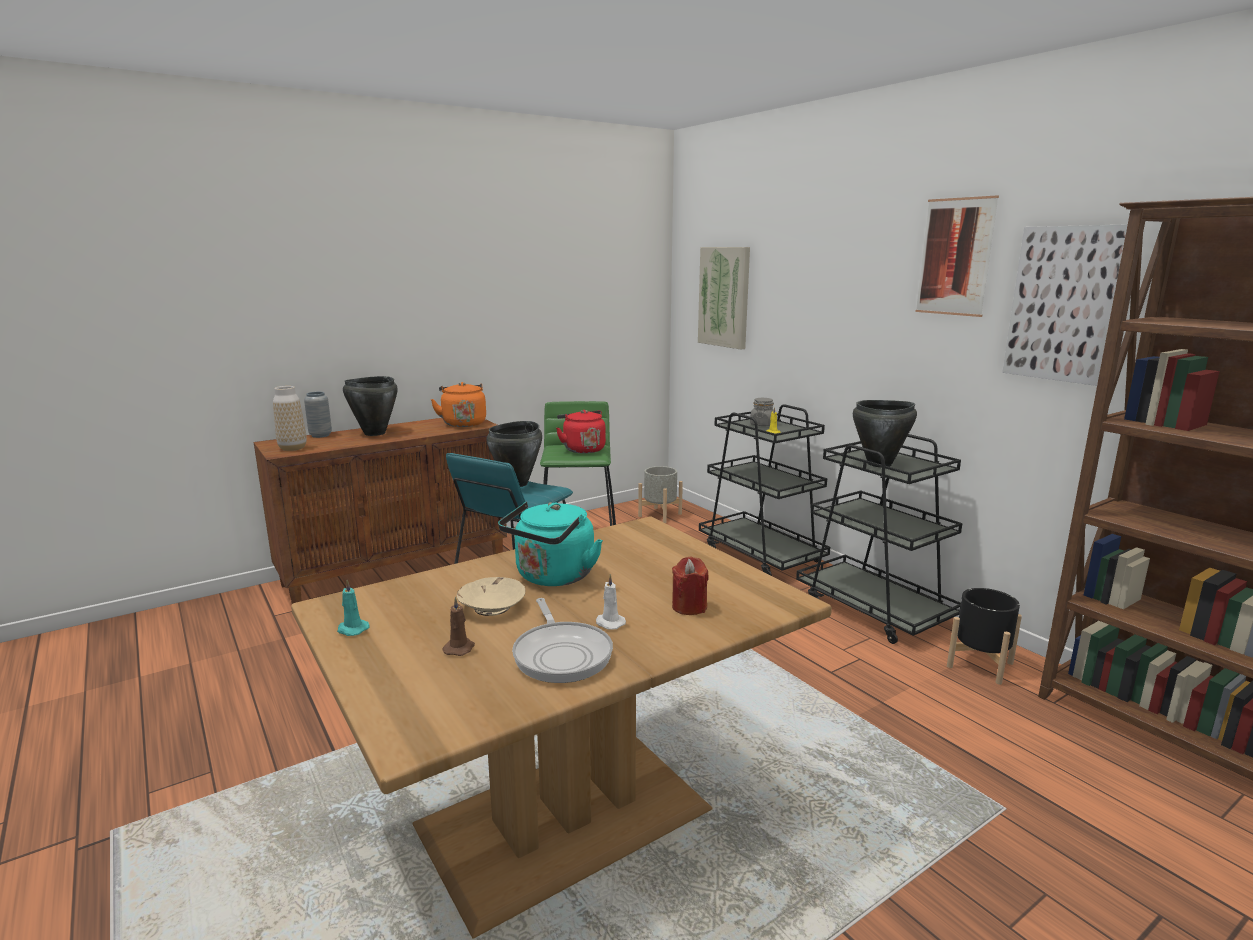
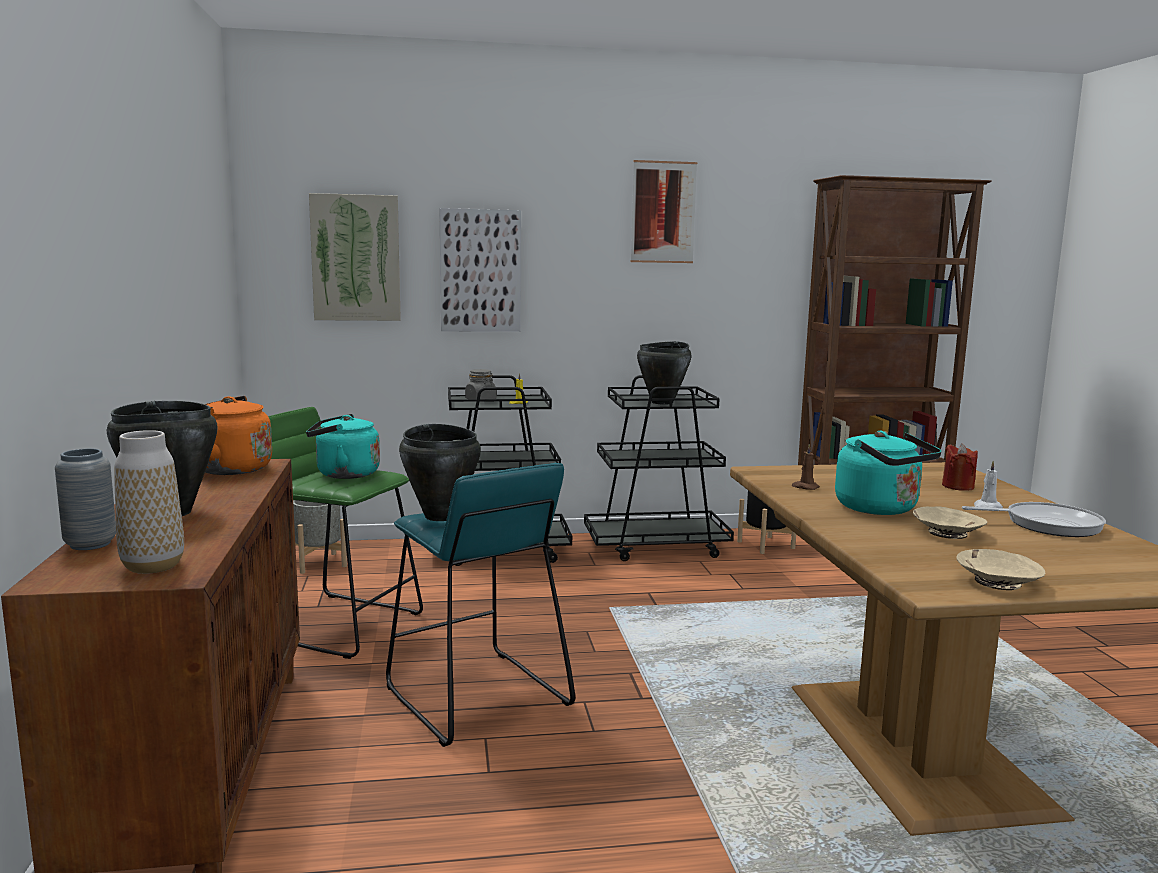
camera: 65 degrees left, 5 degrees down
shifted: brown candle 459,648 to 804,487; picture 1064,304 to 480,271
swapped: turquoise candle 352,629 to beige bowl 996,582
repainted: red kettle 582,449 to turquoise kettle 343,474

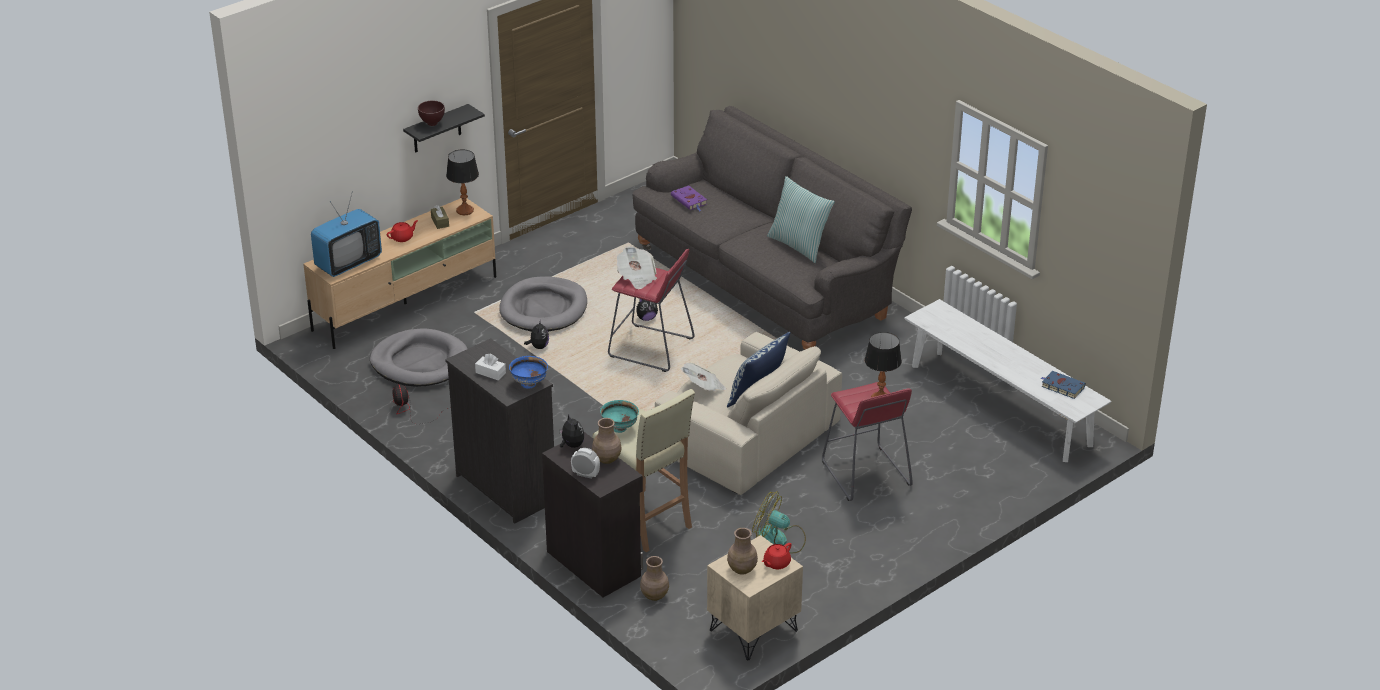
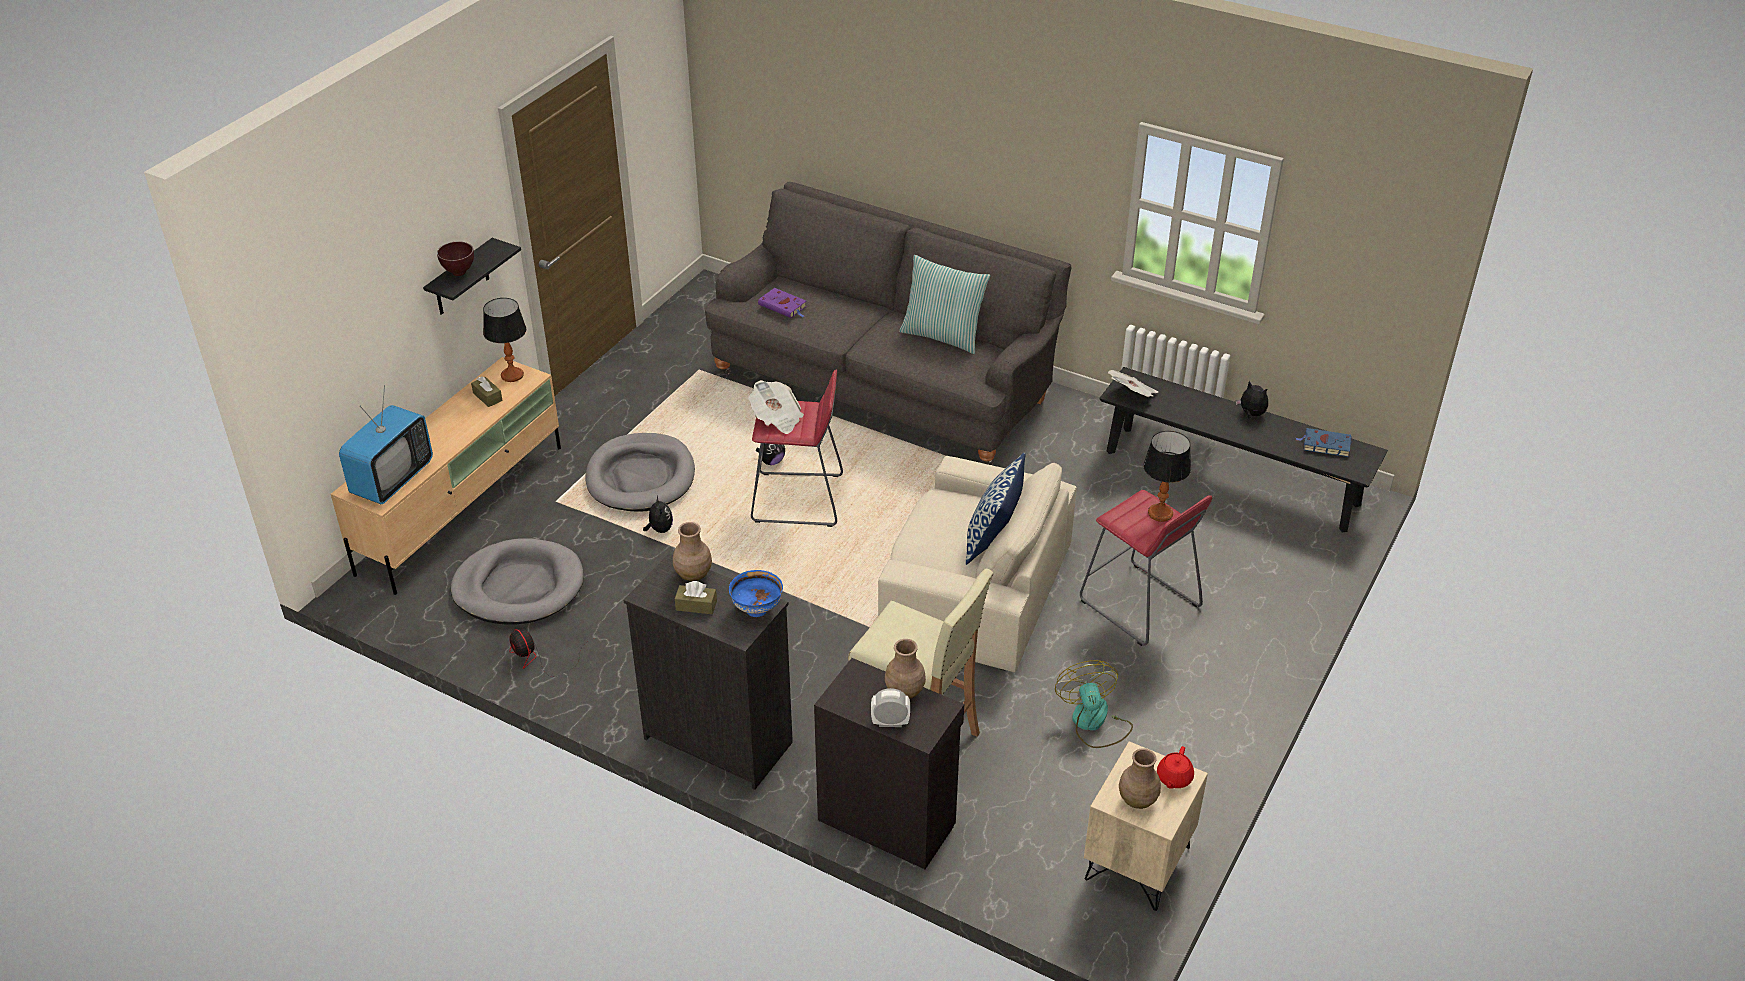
camera: 20 degrees left, 5 degrees up
gone: red teapot 402,238; turquoise bowl 619,428
shifted: plush toy 571,445 to 1251,414; brown vase 654,595 to 692,574; newspaper 704,387 to 1132,395
repainted: white tissue box 490,373 to brown tissue box 696,605; white bench 1000,405 to black bench 1231,478
rotated: fan 779,540 = 1093,722 75 degrees clockwise

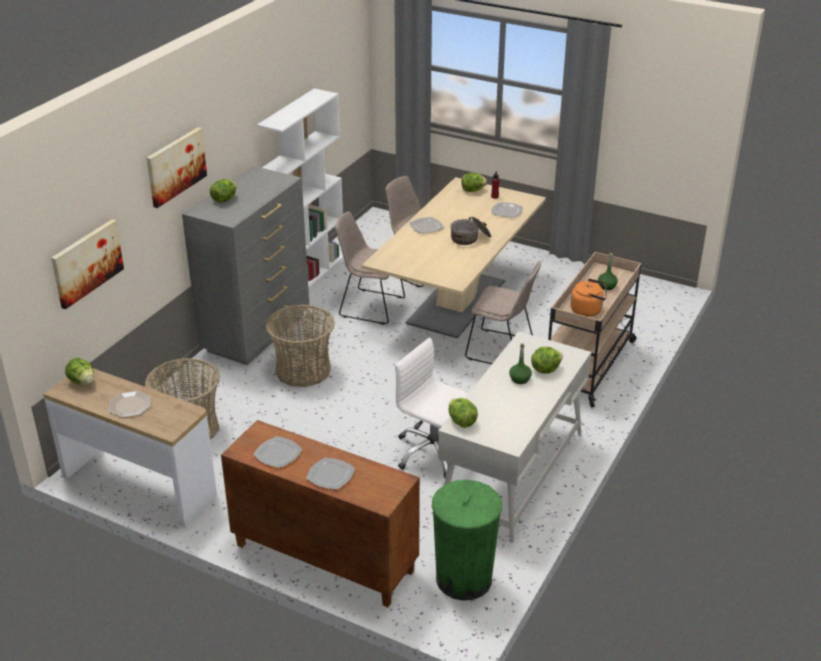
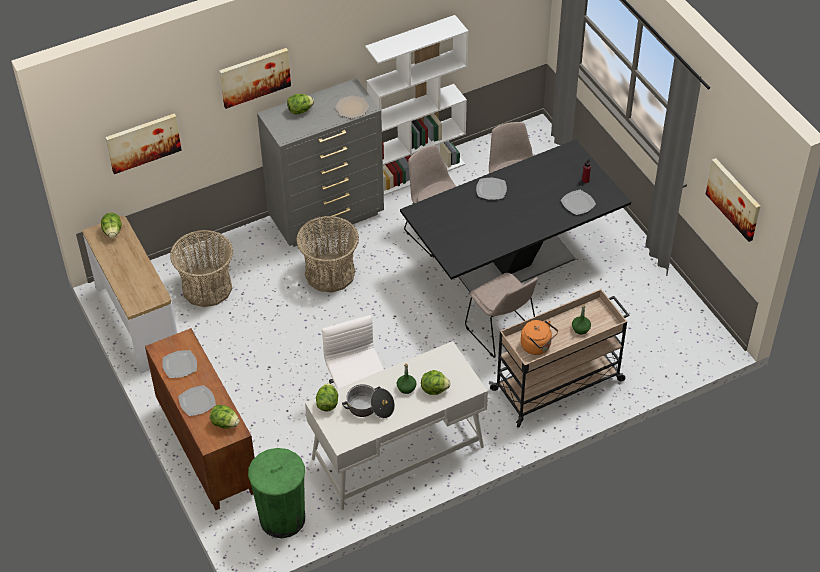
camera: 35 degrees right, 15 degrees up
new: picture 734,199
shifted: plate 130,405 to 352,108; cooking pot 470,238 to 369,408; lettuce 472,190 to 225,423
repainted: beige dining table 456,303 to black dining table 512,263

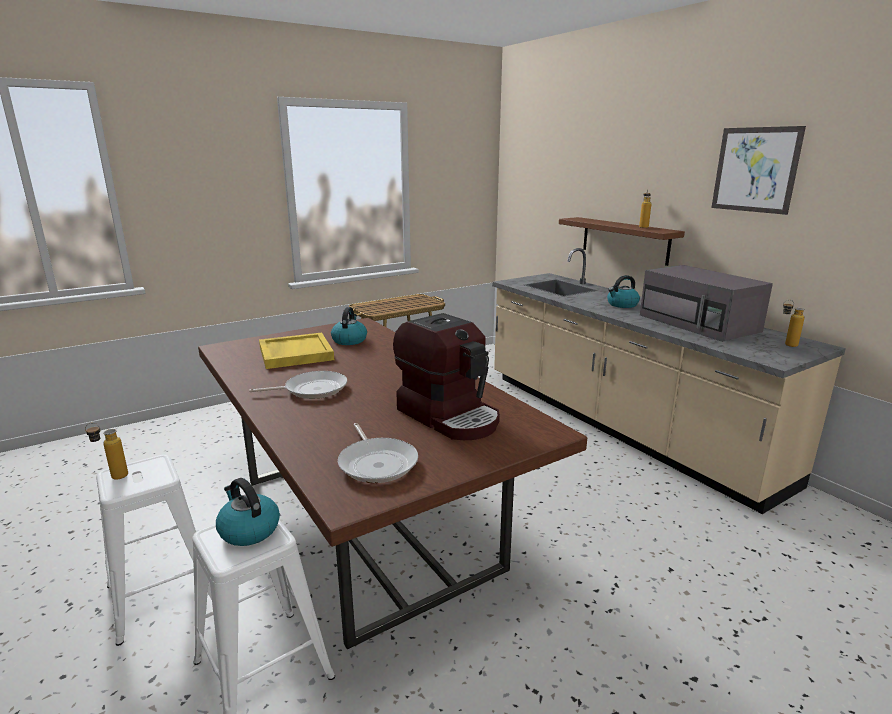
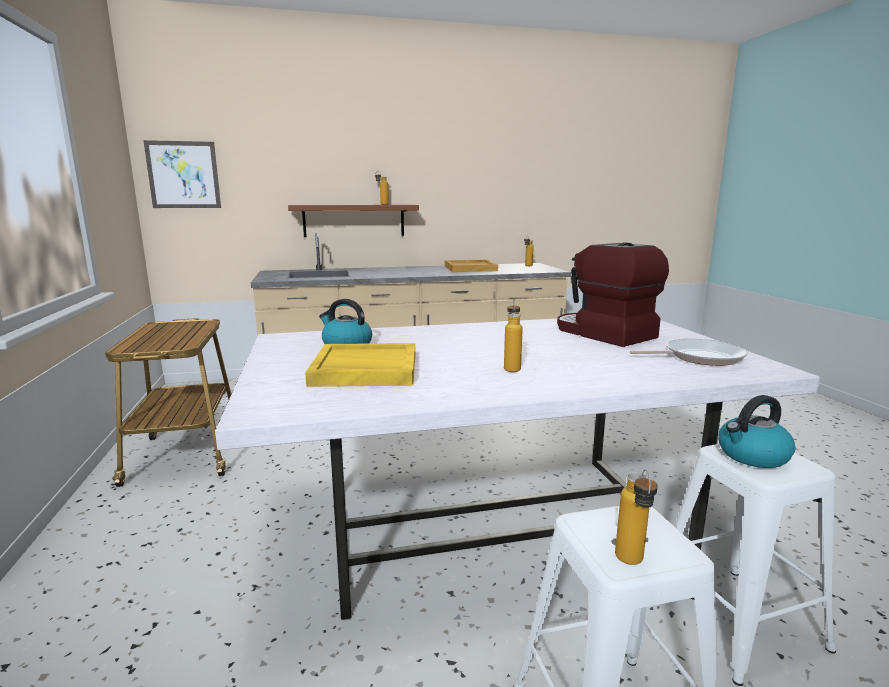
camera: 70 degrees left, 5 degrees down
gone: kettle 622,305
shifted: picture 755,170 to 183,175
swapped: frying pan 312,389 to bottle 512,367; grey microwave 699,324 to beige tray 470,268
repainted: brown dining table 364,519 to white dining table 494,524
rotated: coffee machine 450,416 = 603,333 105 degrees counterclockwise

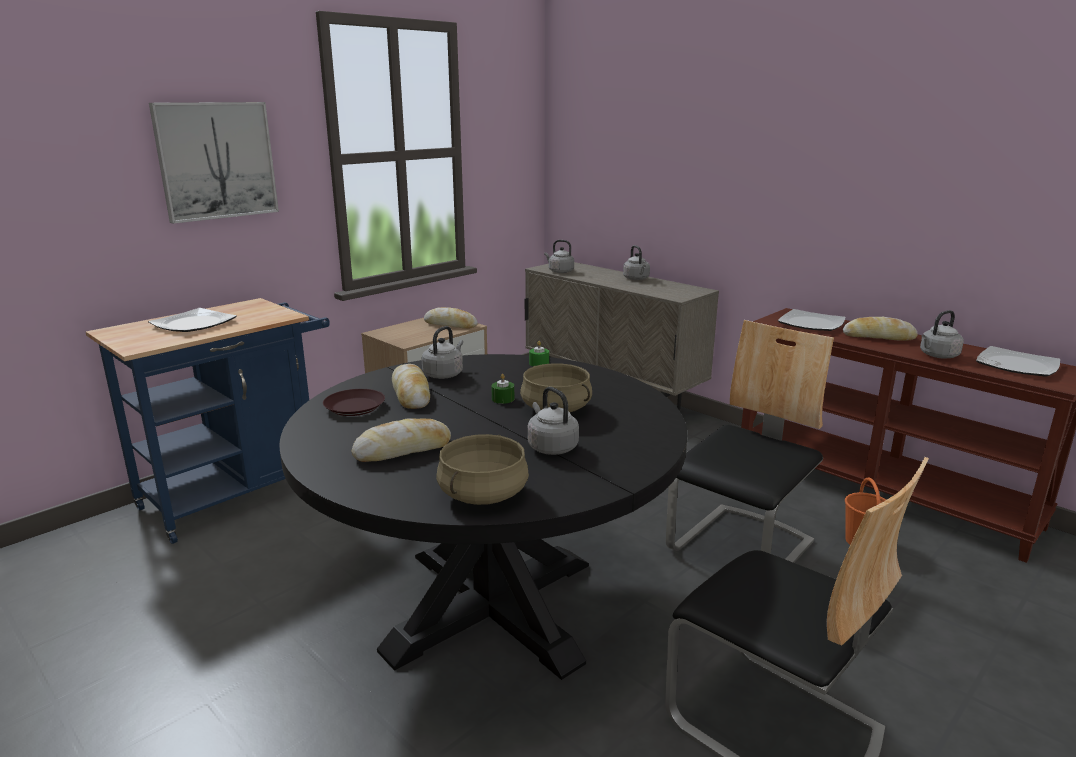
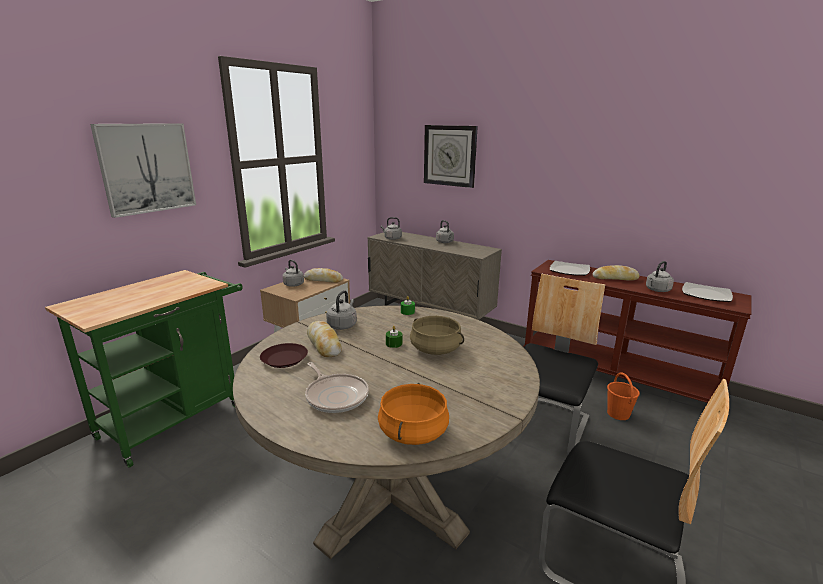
camera: 10 degrees left, 0 degrees up
gone: plate 193,324
new: wall clock 450,155
shifted: grey kettle 551,447 to 293,284
swapped: bread 403,450 to frying pan 336,396
repainted: blue cart 241,492 to green cart 178,417; black dining table 491,605 to beige dining table 389,492; beige cooking pot 482,494 to orange cooking pot 412,432

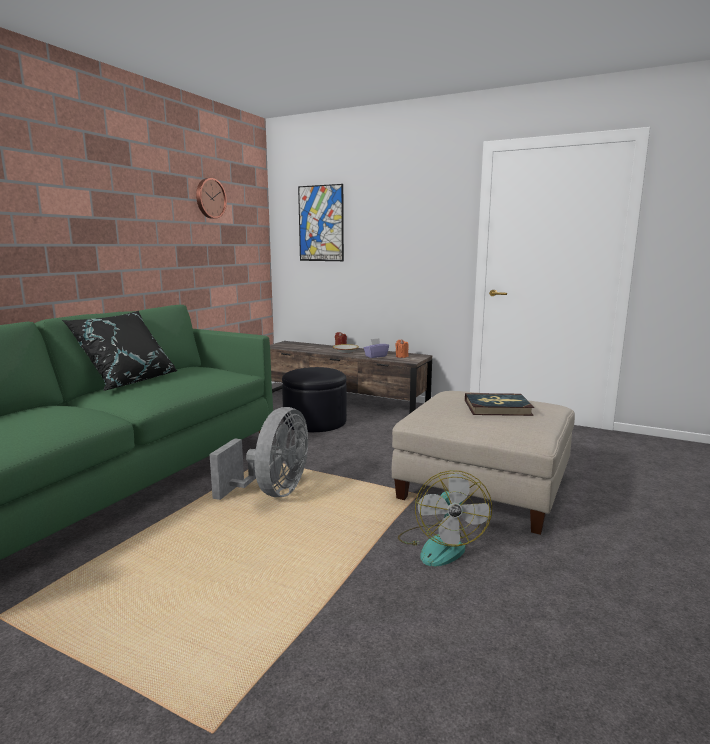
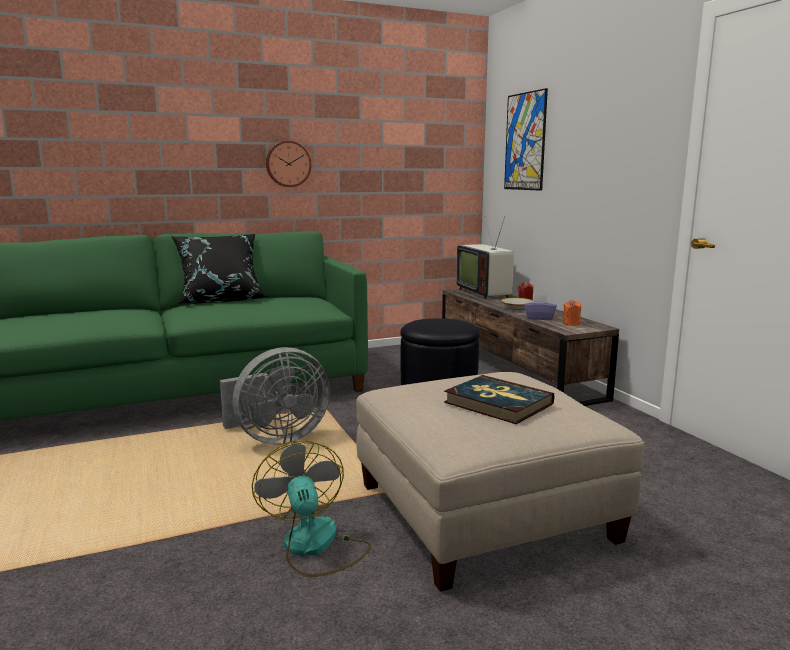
camera: 40 degrees right, 0 degrees up
new: television 485,293
shifted: wall clock 210,198 to 288,164
rotated: fan 440,545 = 315,547 120 degrees clockwise

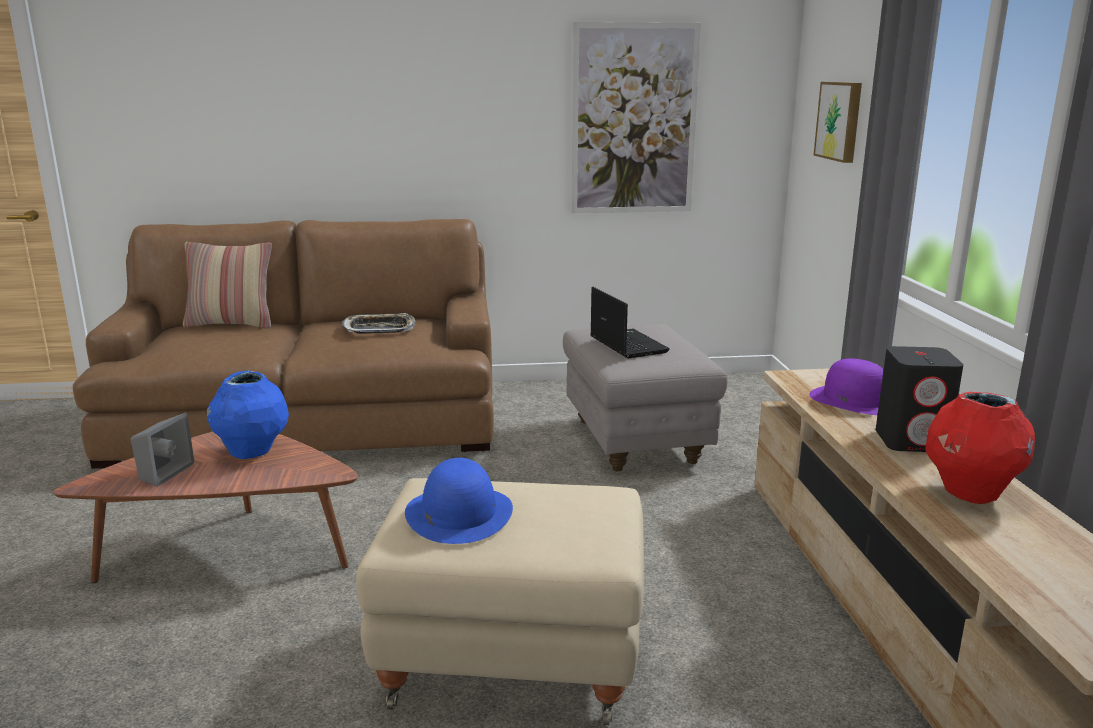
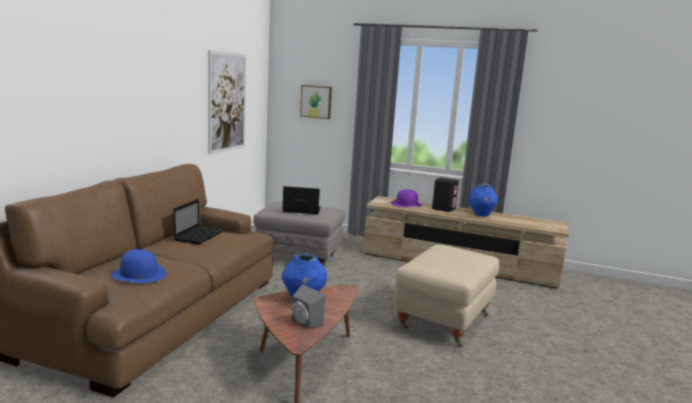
camera: 65 degrees left, 5 degrees down
gone: pillow 231,324
shifted: blue hat 459,513 to 139,274
swapped: tray 379,329 to laptop 199,236
repainted: red vase 969,493 to blue vase 481,215

